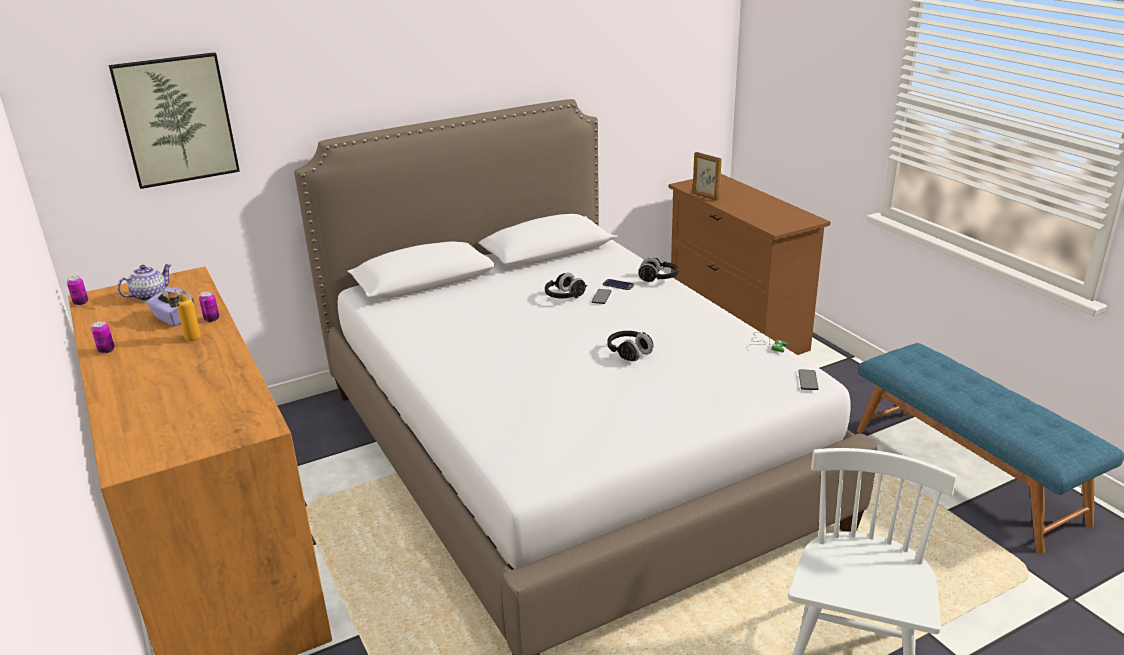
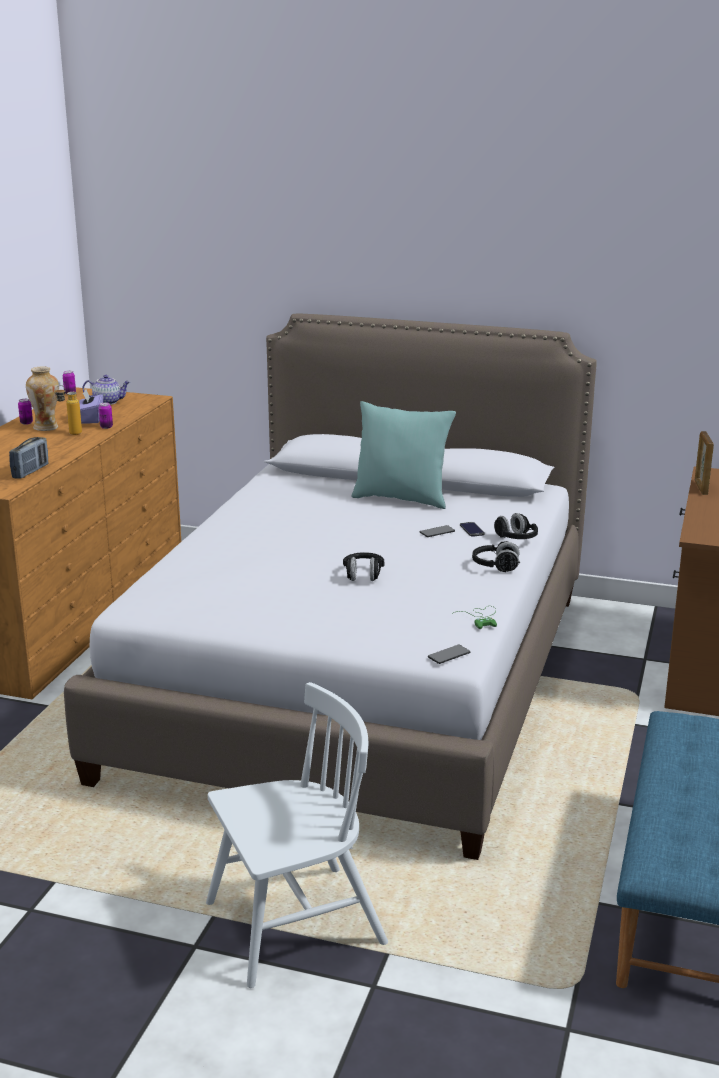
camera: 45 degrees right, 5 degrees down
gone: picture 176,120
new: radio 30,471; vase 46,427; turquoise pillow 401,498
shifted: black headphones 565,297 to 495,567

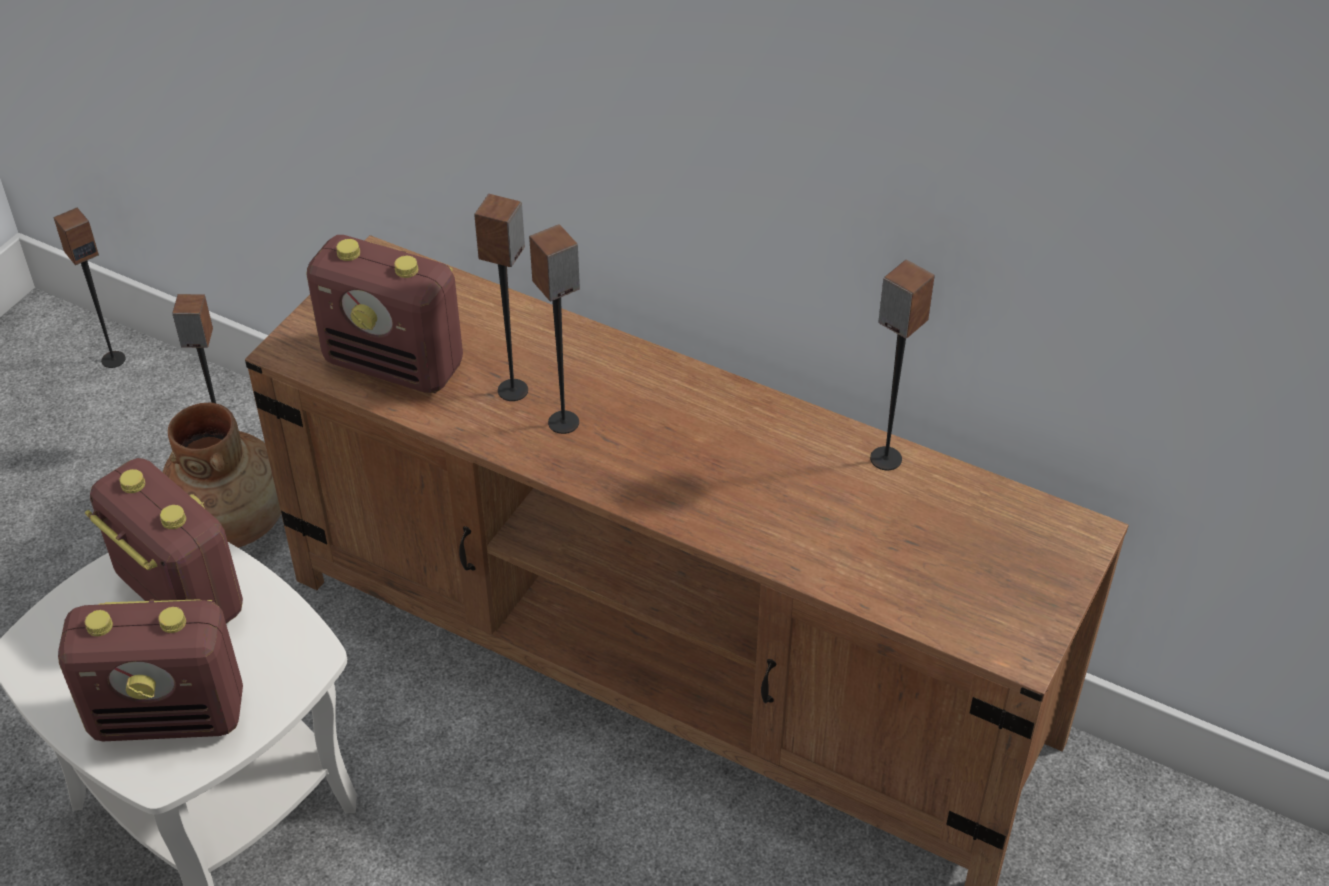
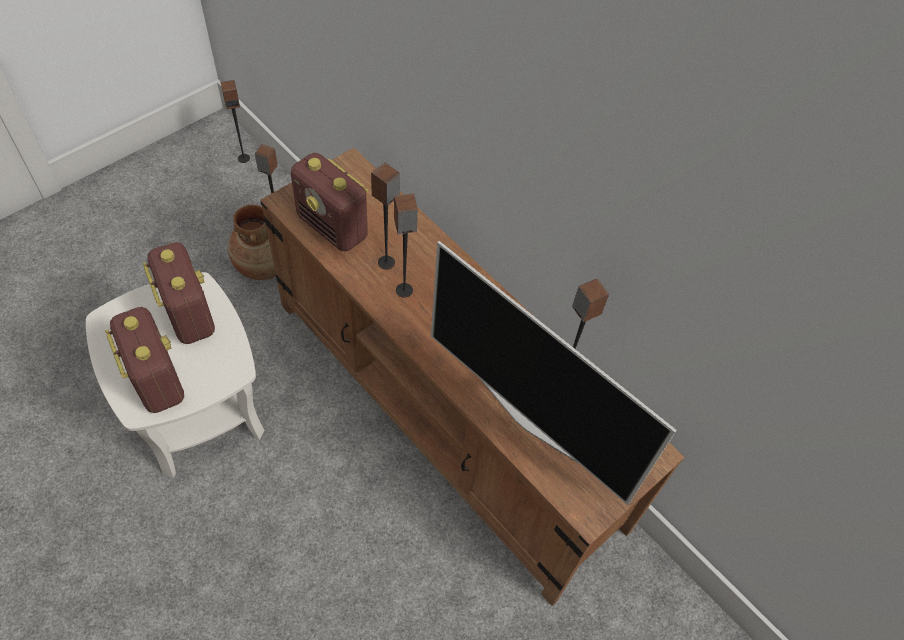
camera: 15 degrees right, 10 degrees up
new: television 529,418
rotated: radio 170,715 = 156,379 135 degrees counterclockwise

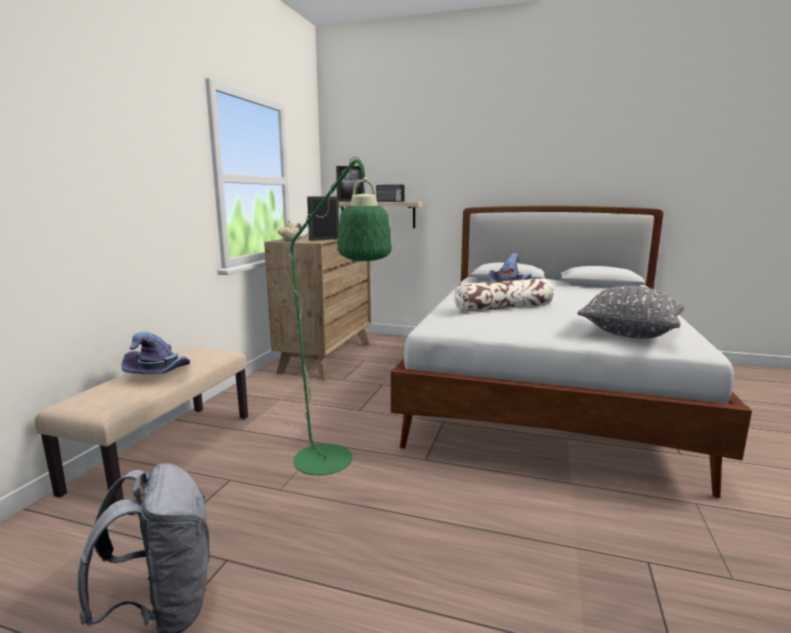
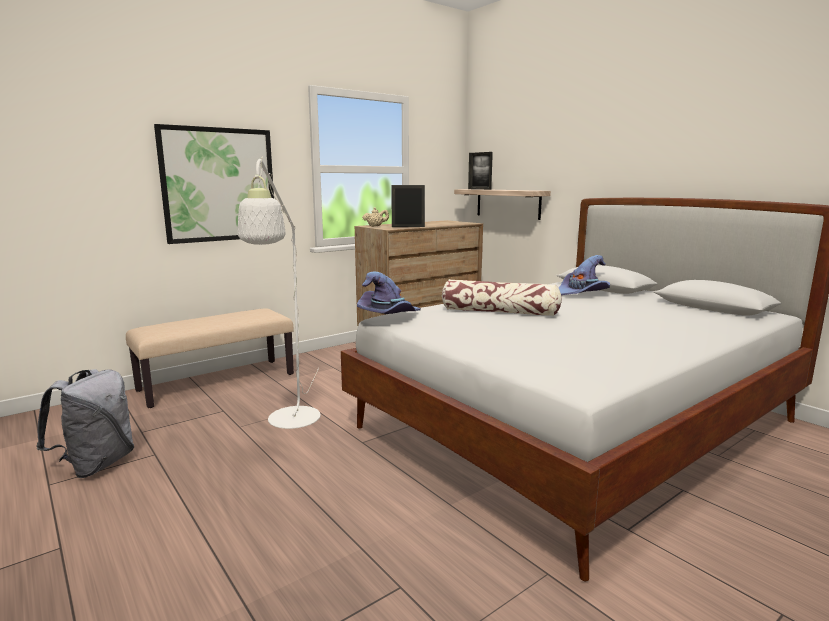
camera: 35 degrees right, 0 degrees up
gone: radio 390,201; grey pillow 629,334
new: picture 219,185
shifted: purple hat 160,373 to 388,315
repainted: green floor lamp 331,466 to white floor lamp 291,423

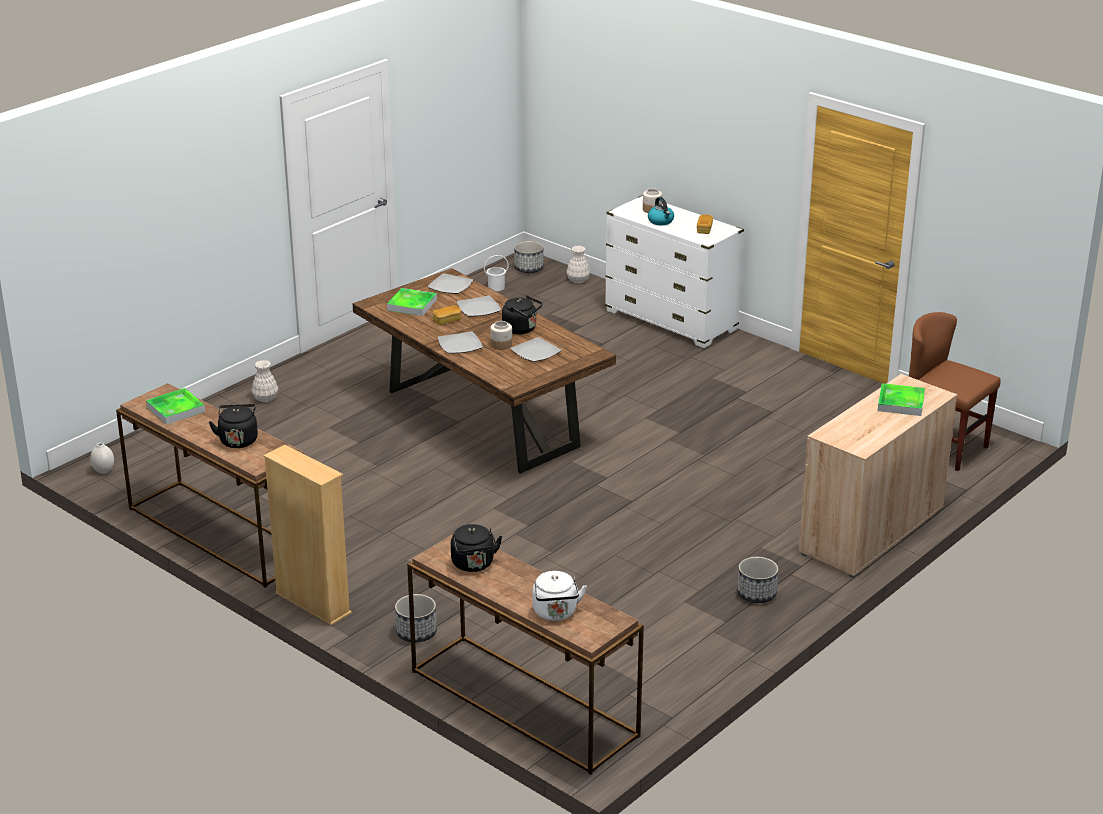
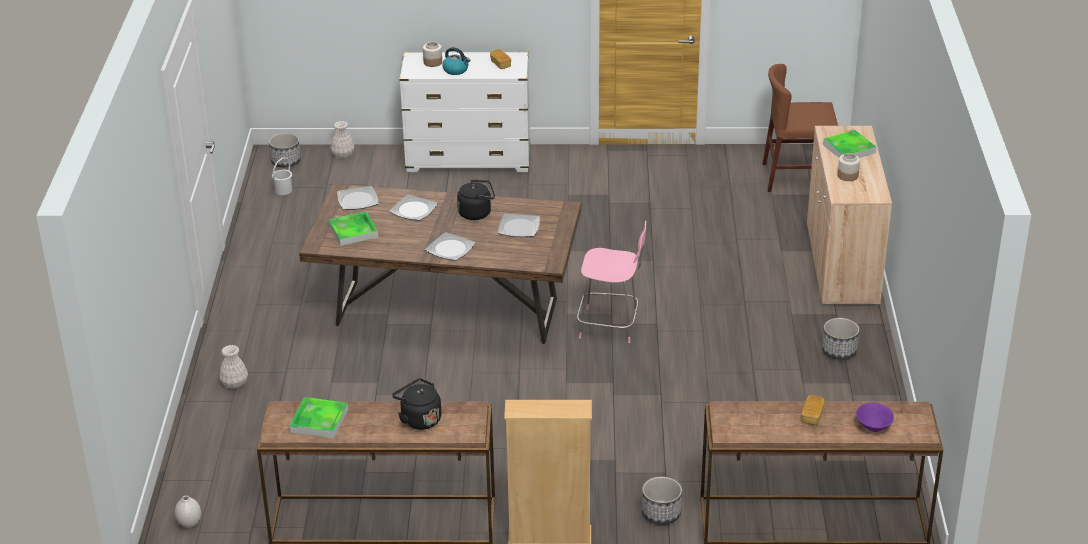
camera: 40 degrees left, 5 degrees up
gone: black kettle 474,565
new: pink chair 610,326
shifted: bread 447,321 to 812,416; jar 501,344 to 848,175
swapped: white kettle 555,613 to purple bowl 873,427

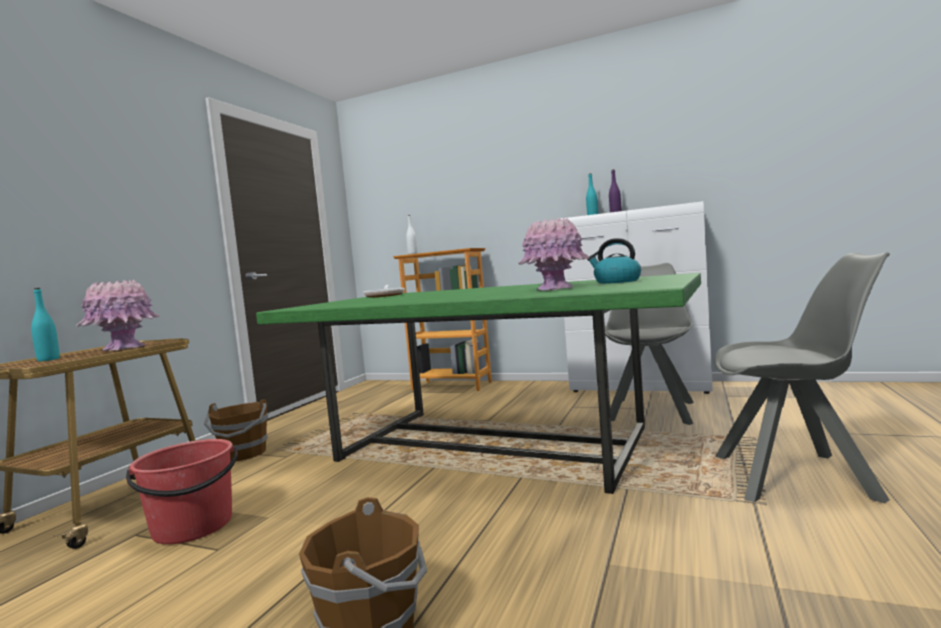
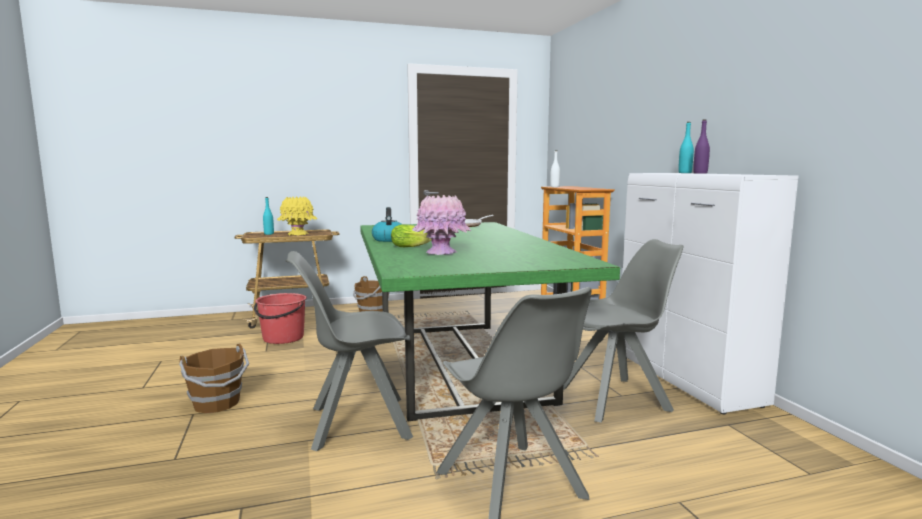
camera: 50 degrees right, 5 degrees up
new: grey chair 356,423; lettuce 413,246
shifted: kettle 616,282 to 389,239
repainted: pink vase 123,348 to yellow vase 298,234

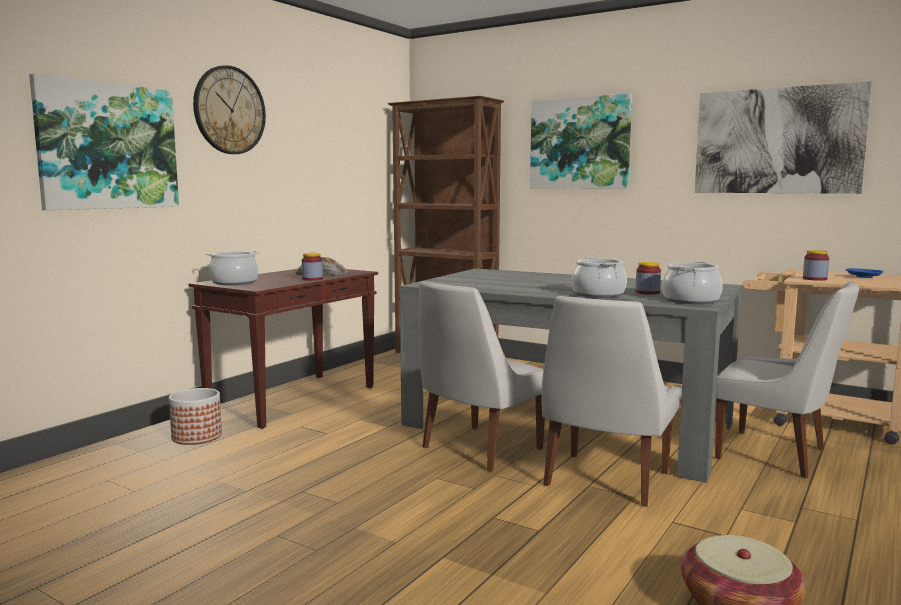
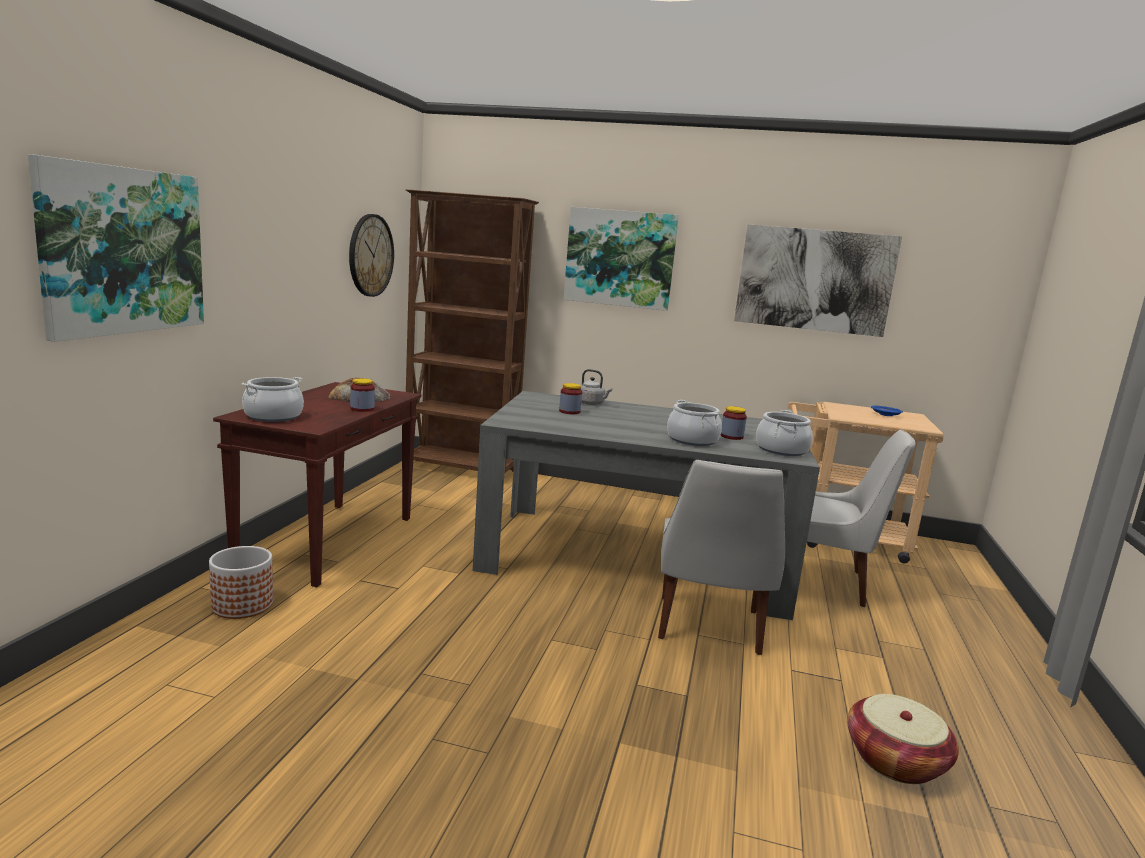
camera: 20 degrees left, 5 degrees up
gone: white chair 478,449
new: grey kettle 592,403
shifted: wall clock 229,110 to 370,255; jar 814,279 to 569,411

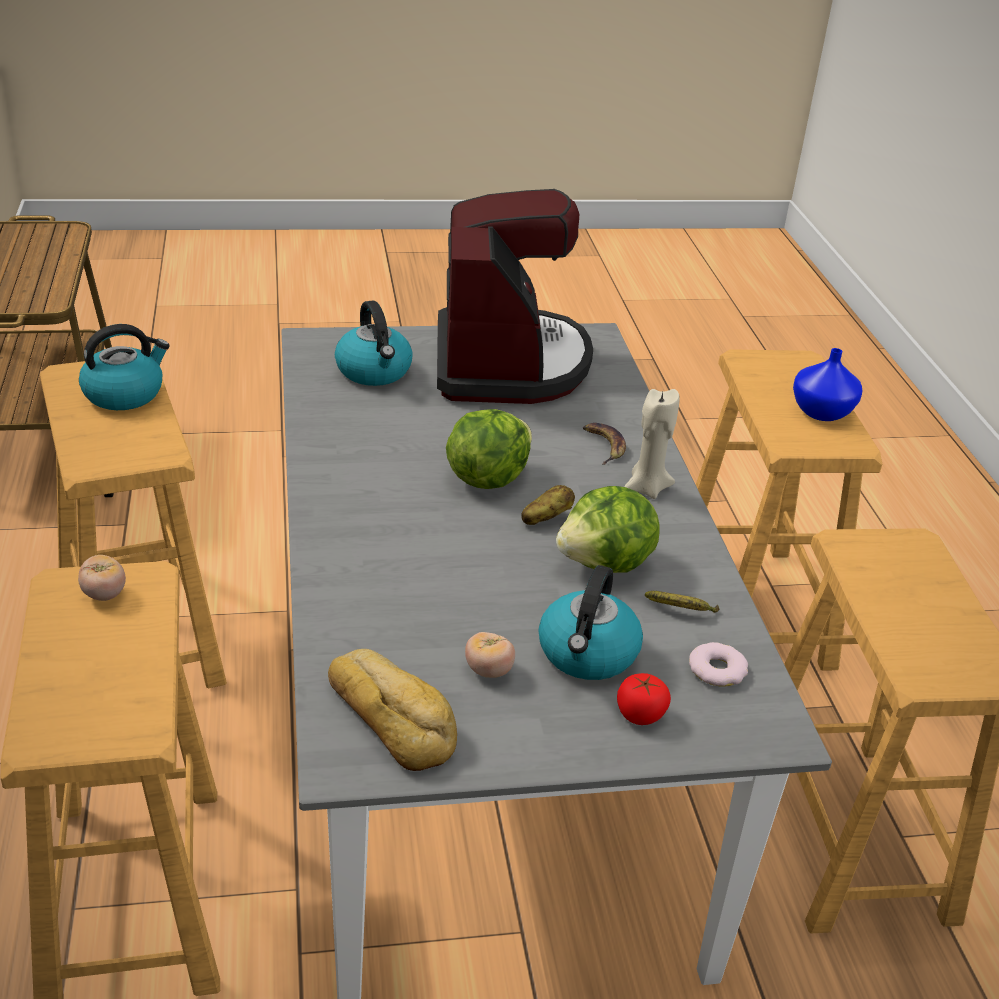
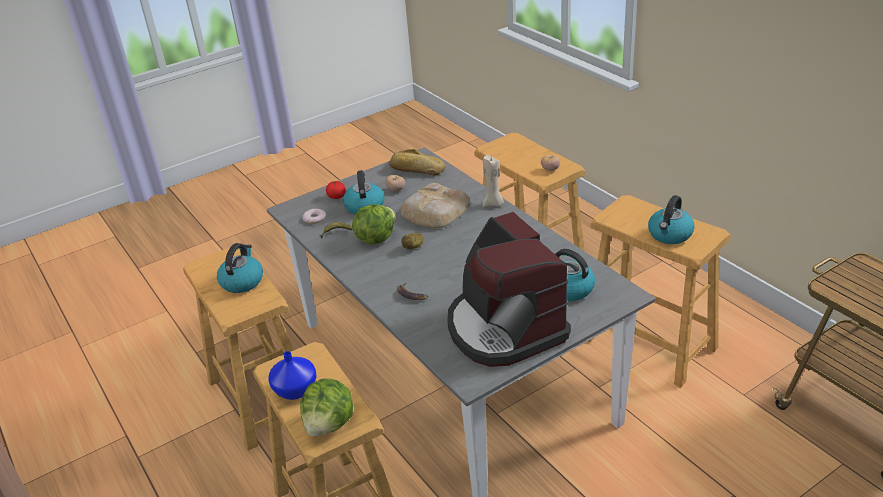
camera: 160 degrees right, 0 degrees up
new: kettle 242,281; bread 434,211
shifted: lettuce 487,477 to 330,424; beige candle 646,488 to 493,204

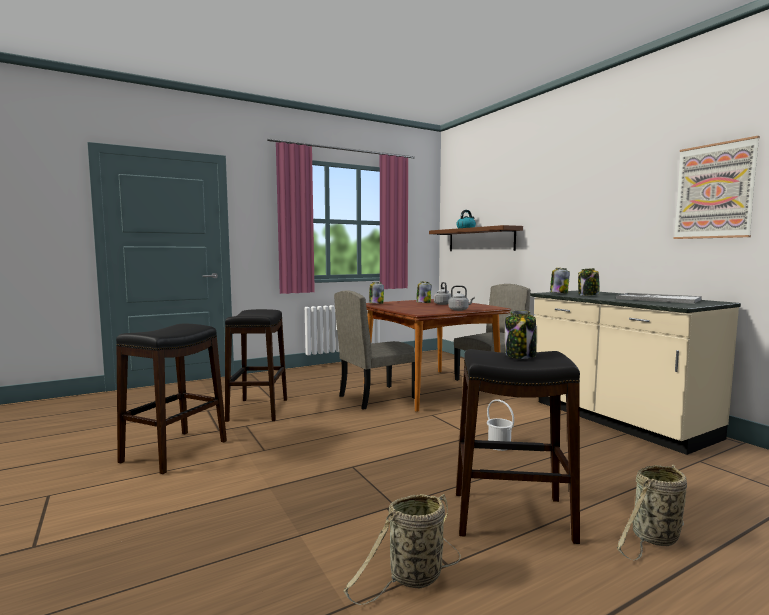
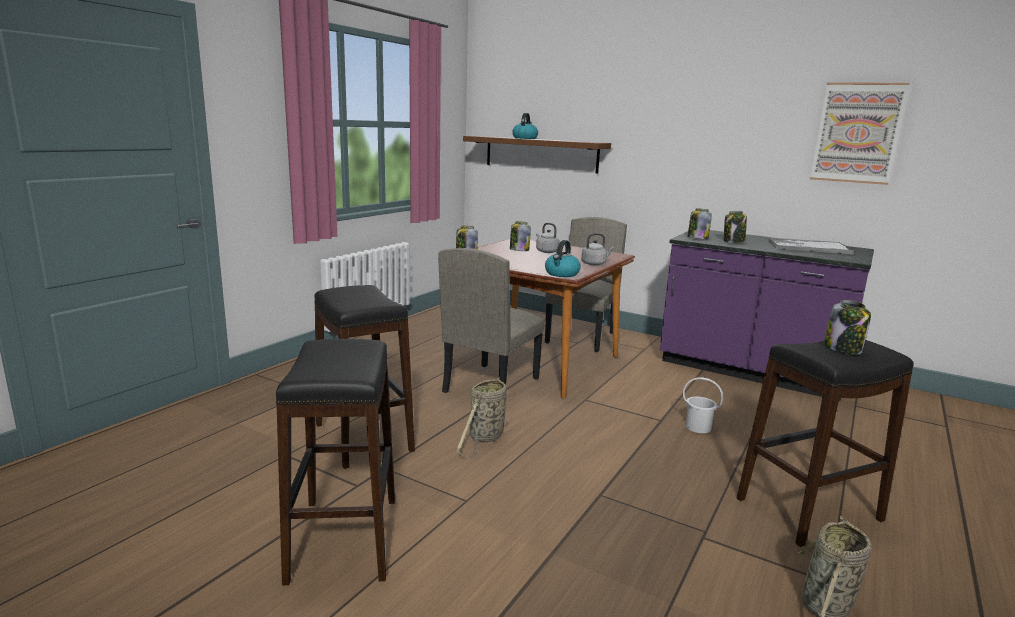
camera: 30 degrees left, 10 degrees up
new: kettle 562,274
shifted: basket 654,539 to 485,438
repainted: beige counter 616,420 to purple counter 750,371

